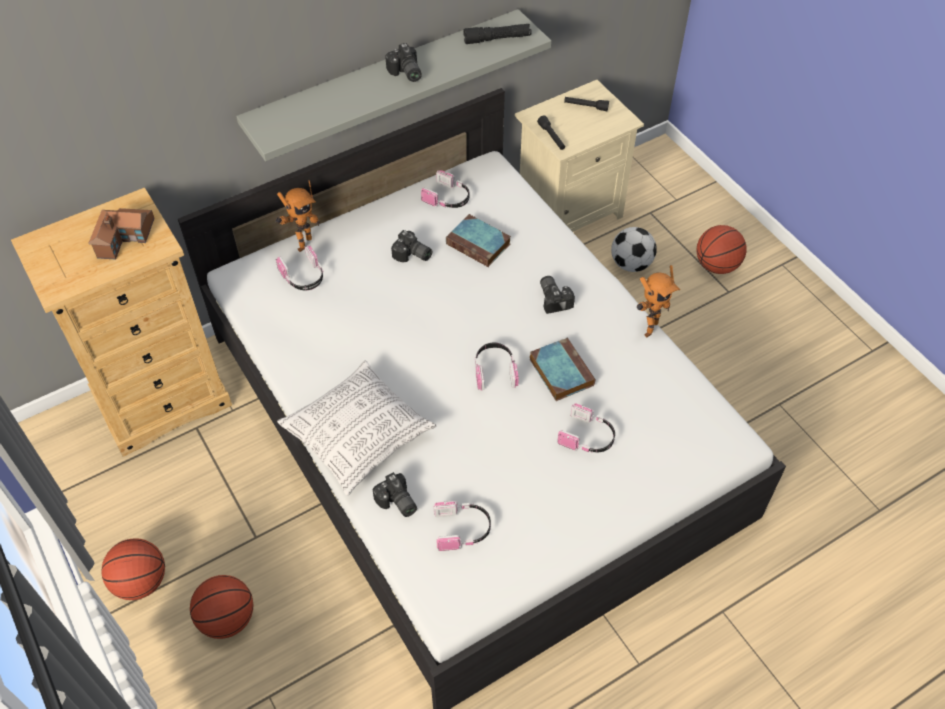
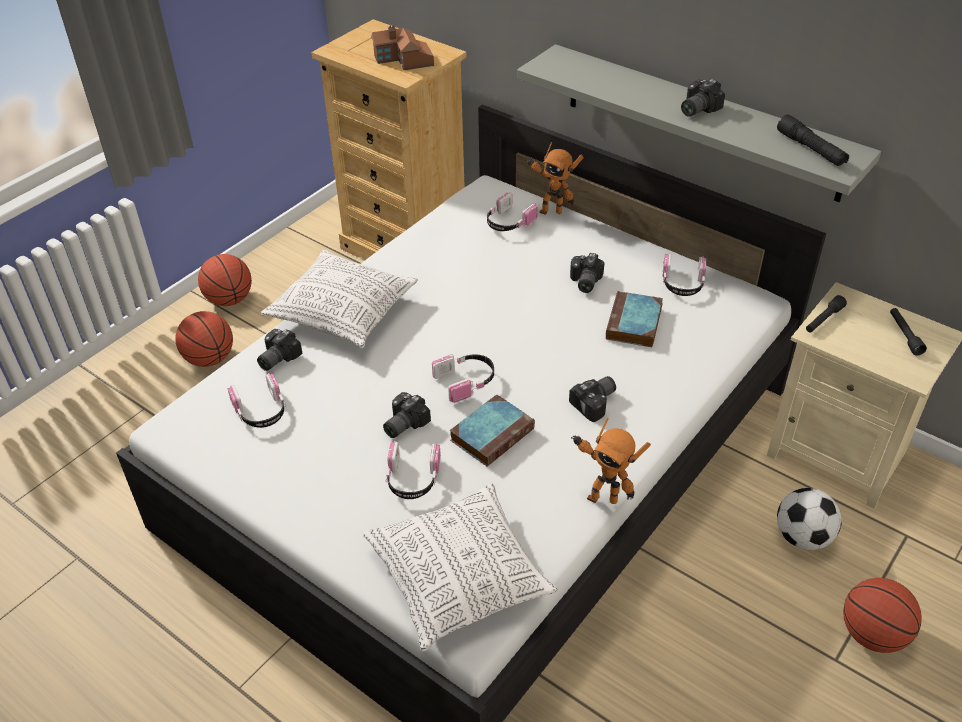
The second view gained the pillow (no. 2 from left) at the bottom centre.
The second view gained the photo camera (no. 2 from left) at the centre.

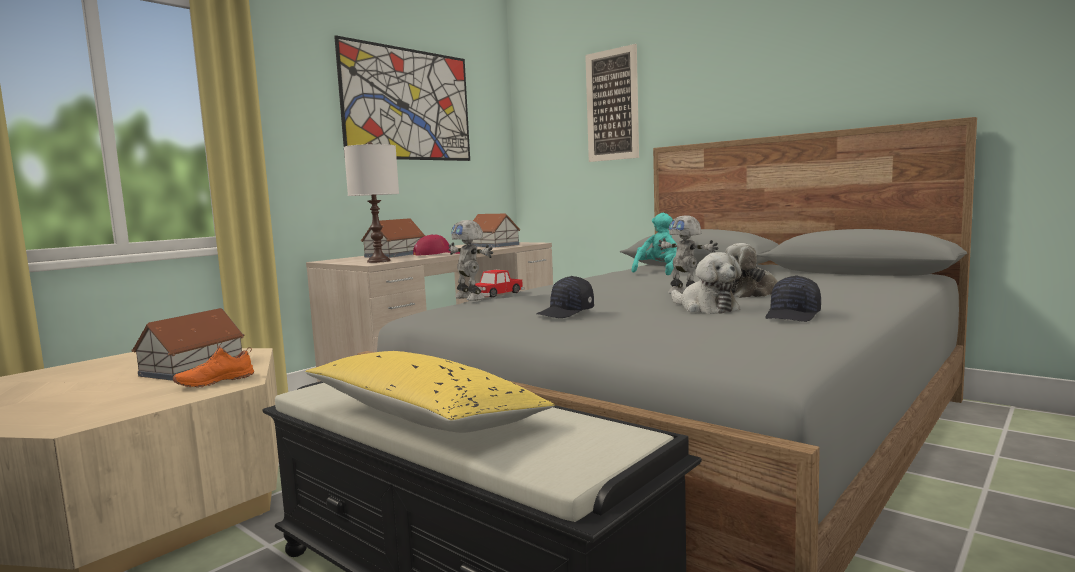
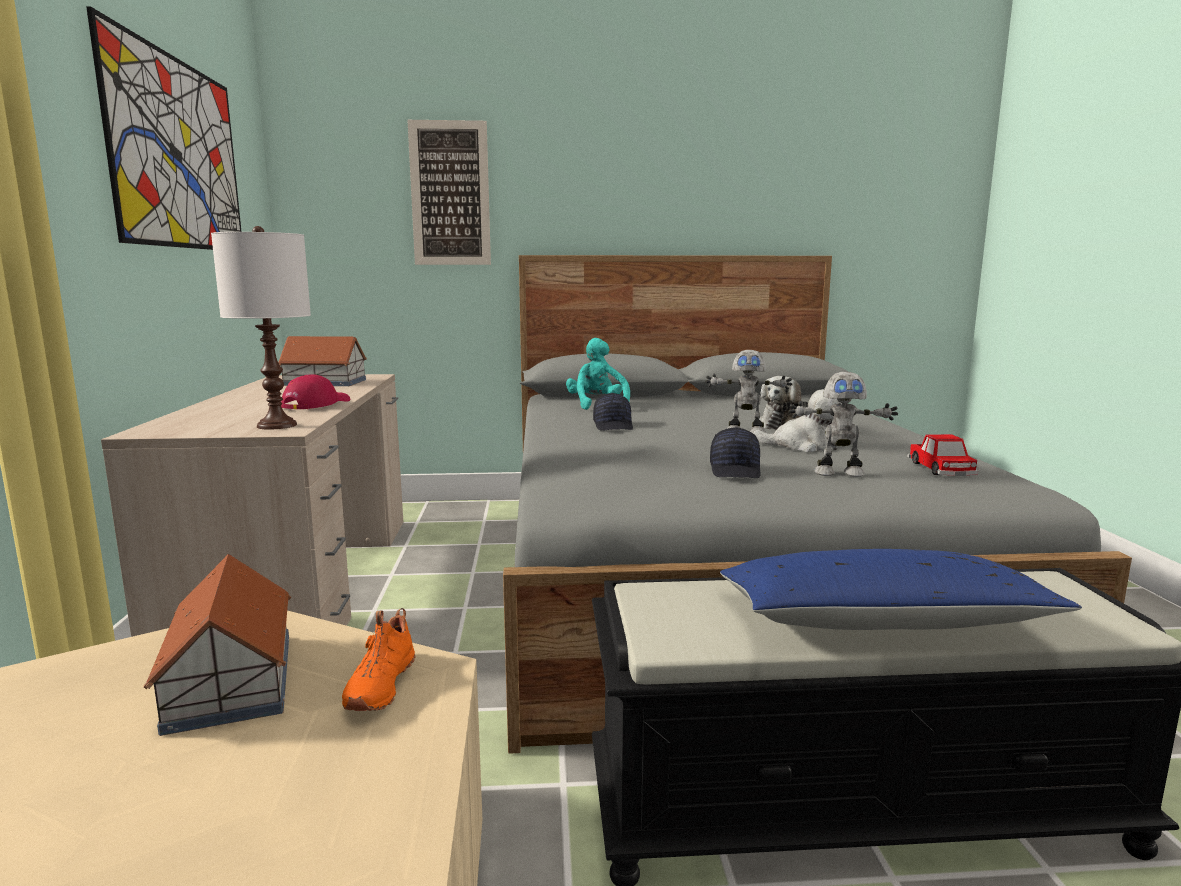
The second view lost the toy house (no. 2 from left) at the centre.
The toy robot (no. 1 from left in the first image) ended up elsewhere, having gone from the centre to the middle right.
The toy car ended up elsewhere, having gone from the centre to the middle right.
The black cap (no. 2 from left in the first image) ended up elsewhere, having gone from the middle right to the centre.
What was the yellow pillow at the bottom centre turned into the blue pillow at the middle right.

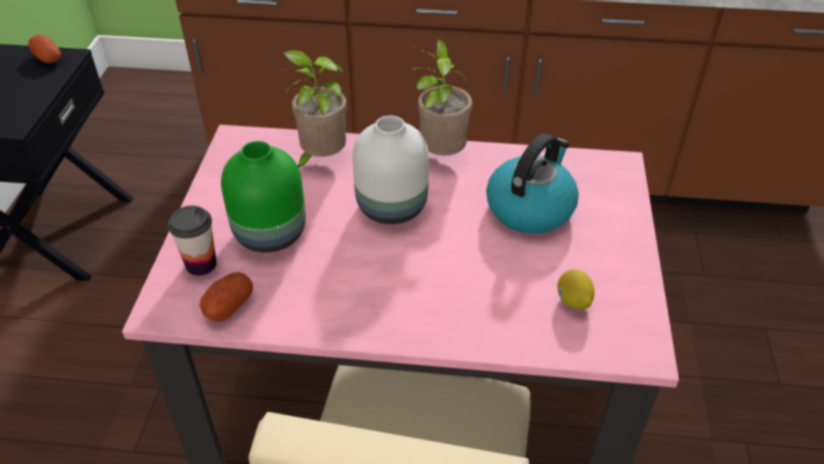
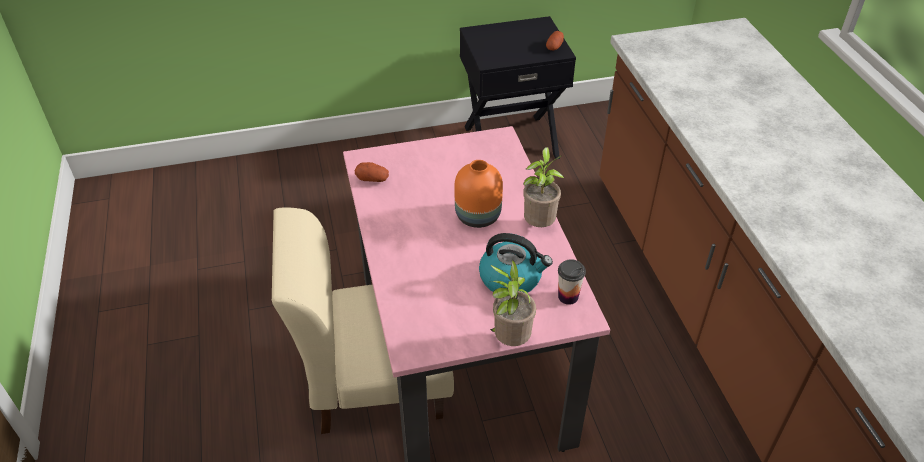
The second view lost the green vase at the middle left.
The second view lost the lemon at the middle right.
The cup ended up elsewhere, having gone from the middle left to the centre.
The potted plant (no. 1 from left) ended up elsewhere, having gone from the top centre to the centre.
What was the white vase at the centre turned into the orange vase at the centre.

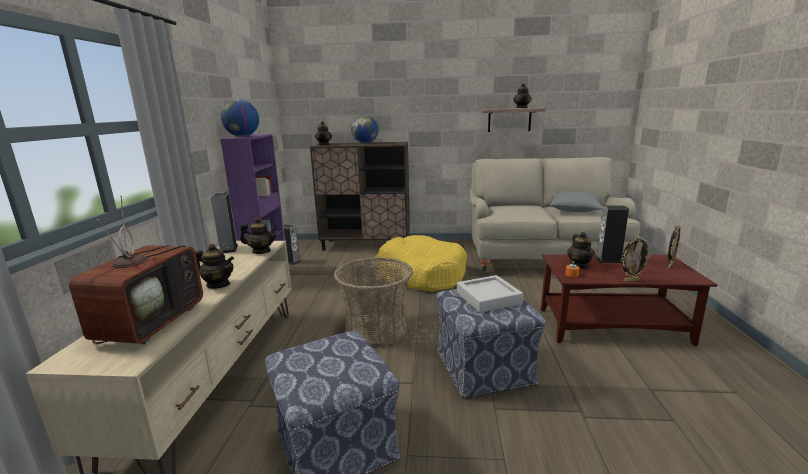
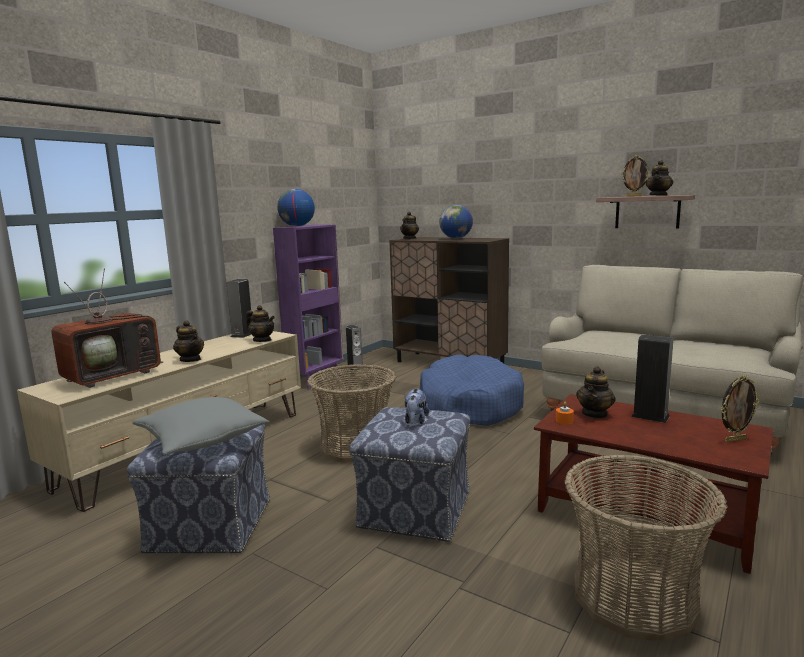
The second view gained the basket (no. 2 from left) at the bottom right.
The grey pillow ended up elsewhere, having gone from the middle right to the middle left.
The picture frame (no. 1 from left) ended up elsewhere, having gone from the middle right to the top right.
Where the grey tray stood at the centre, the plush toy came to stand at the centre.
What was the yellow dog bed at the centre turned into the blue dog bed at the centre.

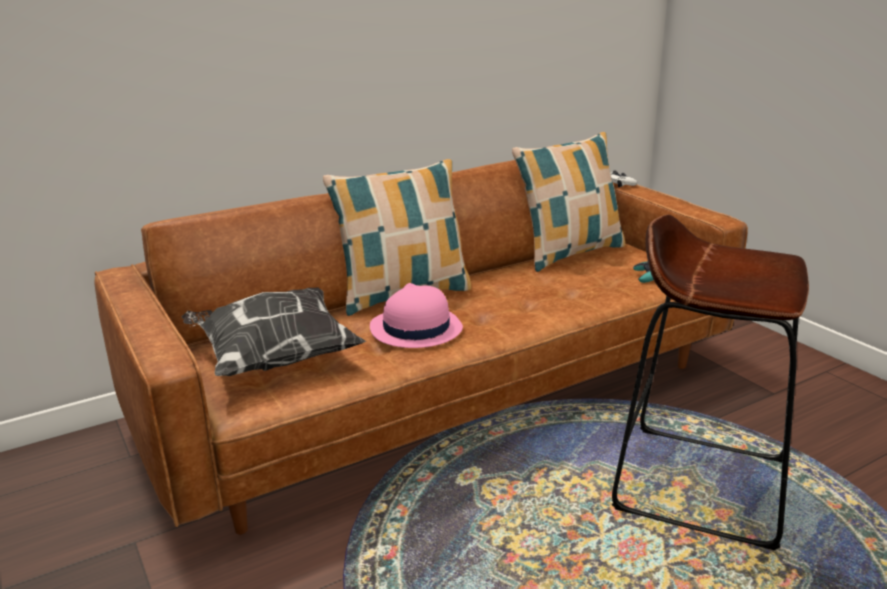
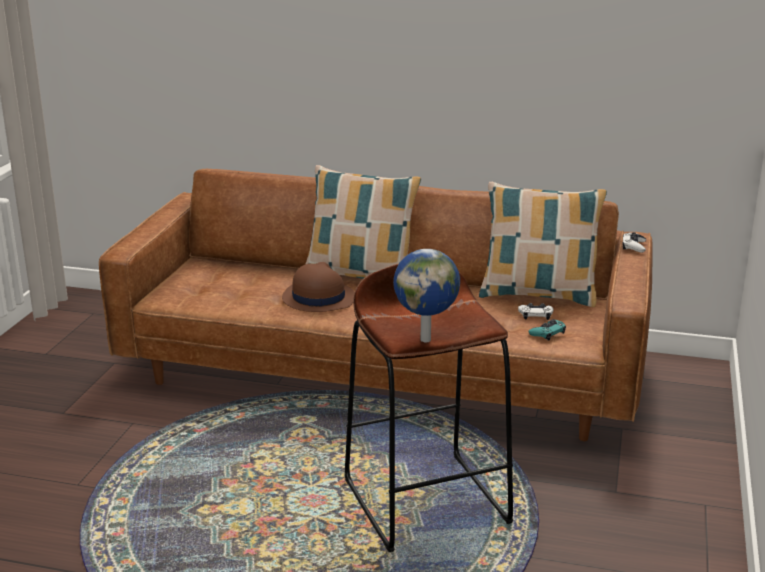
The second view lost the pillow (no. 1 from left) at the middle left.
The second view gained the globe at the centre.
The second view gained the white game controller (no. 1 from left) at the middle right.
What was the pink hat at the centre turned into the brown hat at the centre.

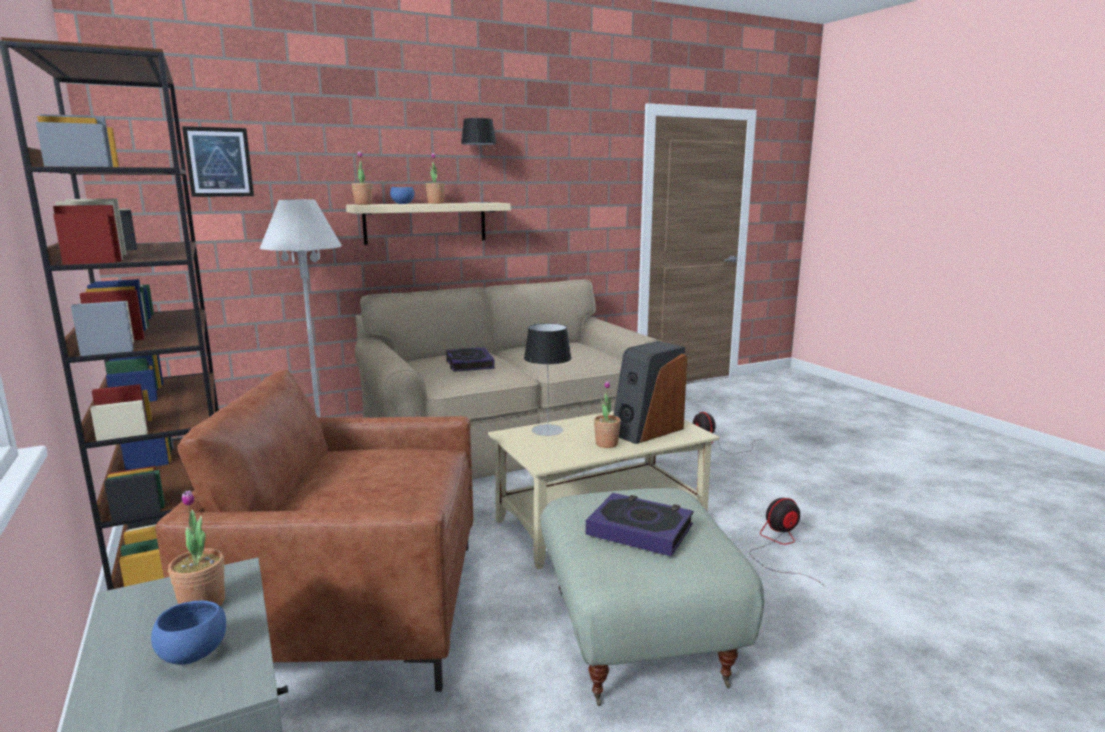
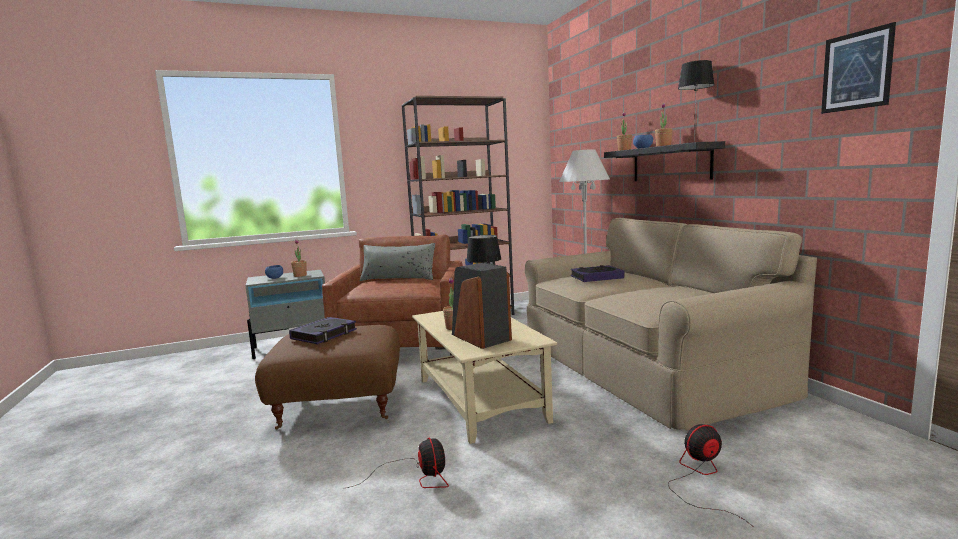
The second view gained the grey pillow at the centre.
The picture ended up elsewhere, having gone from the top left to the top right.
What was the beige shelf at the top centre turned into the black shelf at the top right.
What was the grey ottoman at the bottom centre turned into the brown ottoman at the bottom centre.

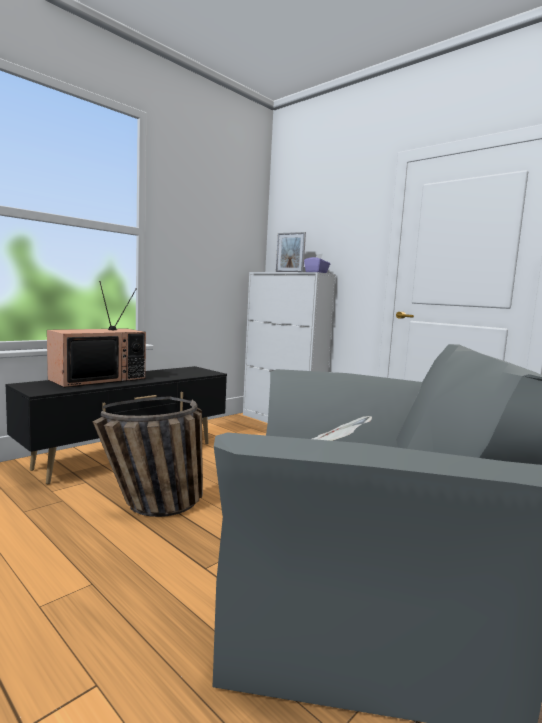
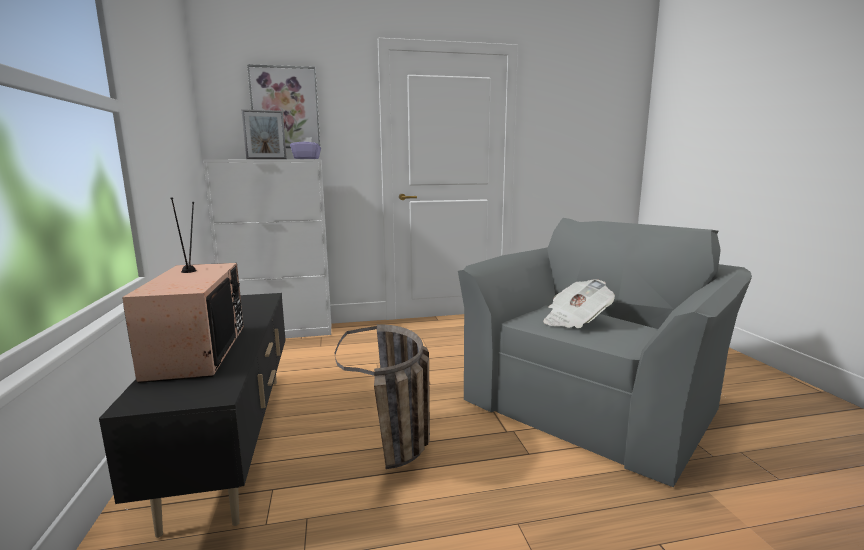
The second view gained the picture at the top left.

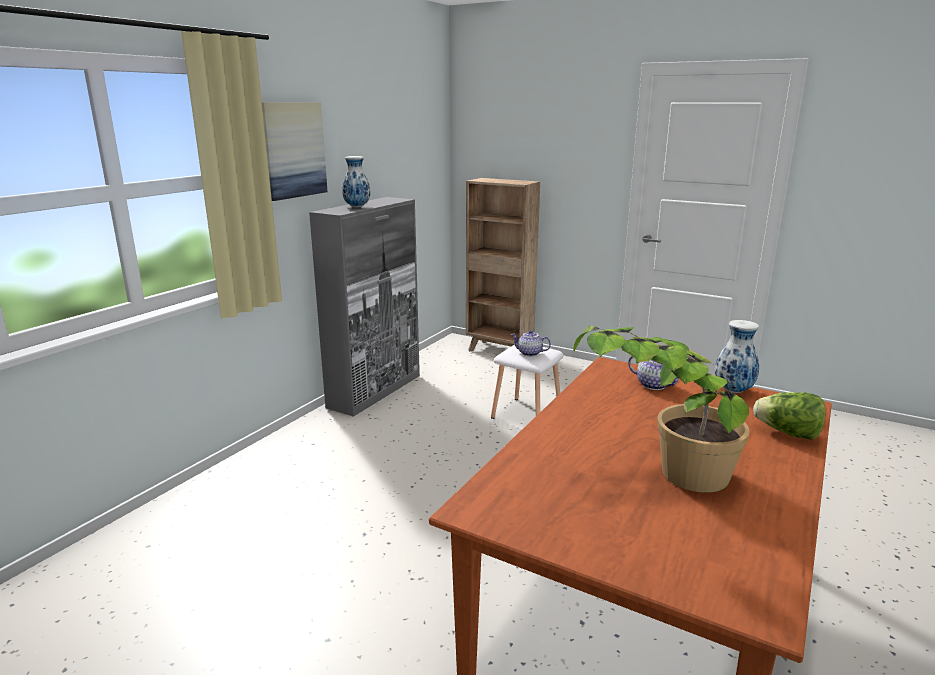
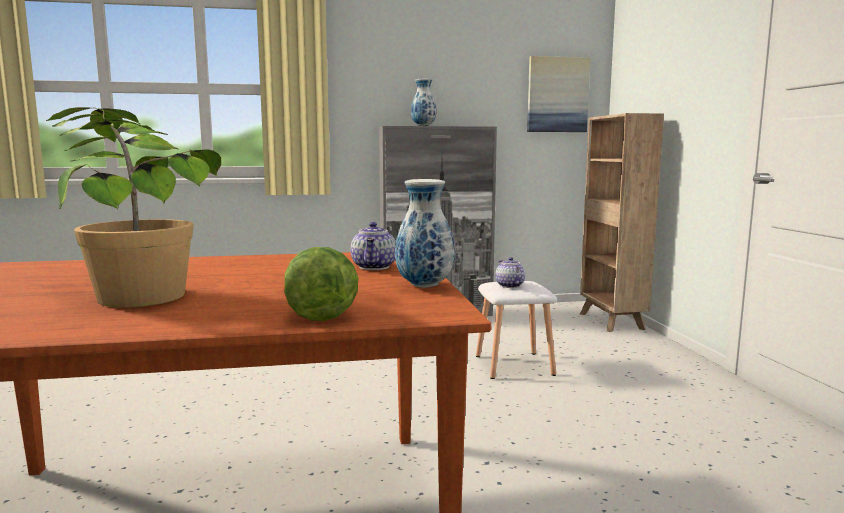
The picture ended up elsewhere, having gone from the top left to the top centre.

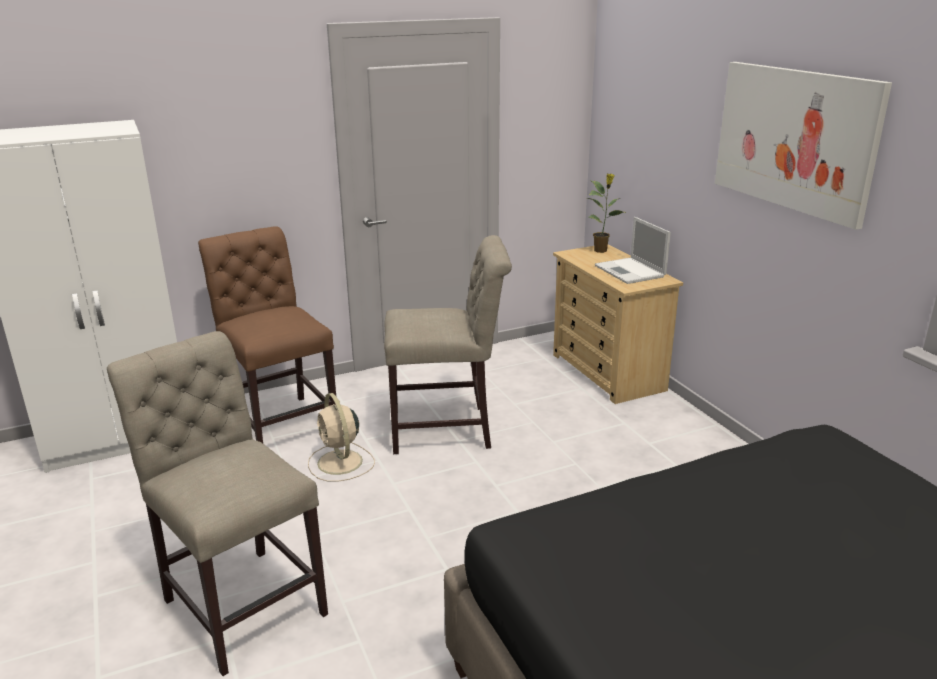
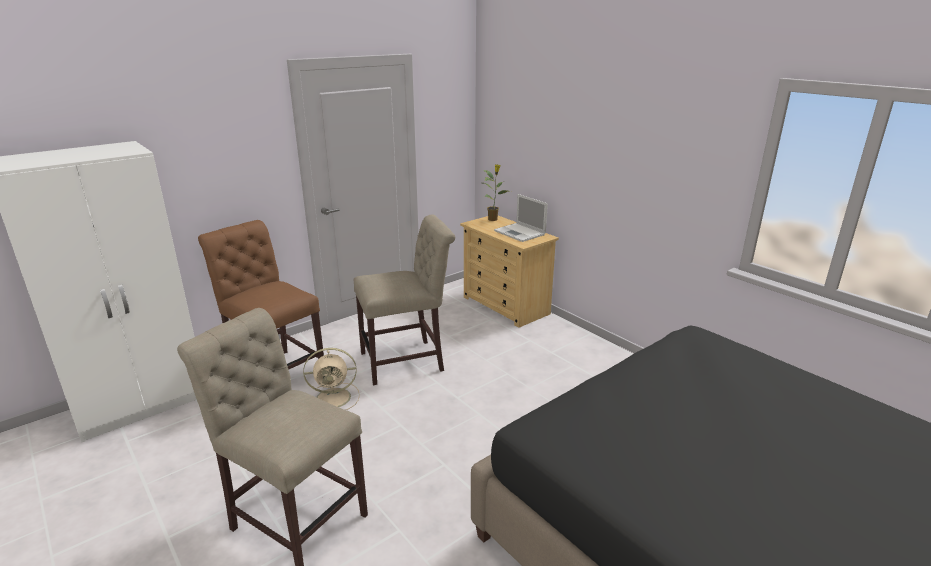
The second view lost the picture at the top right.
The beige fan at the centre ended up facing another way, 60 degrees counterclockwise from before.

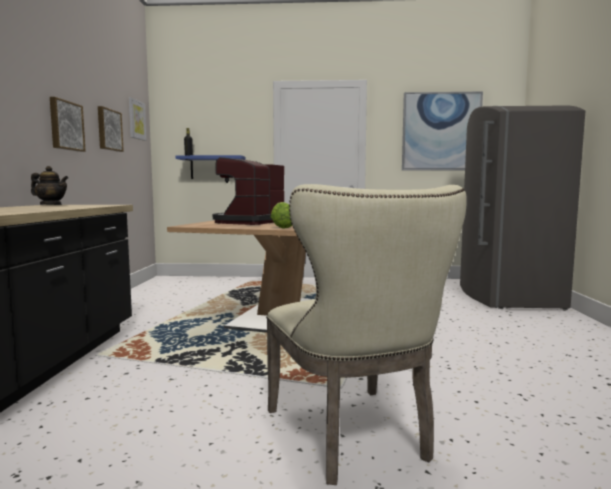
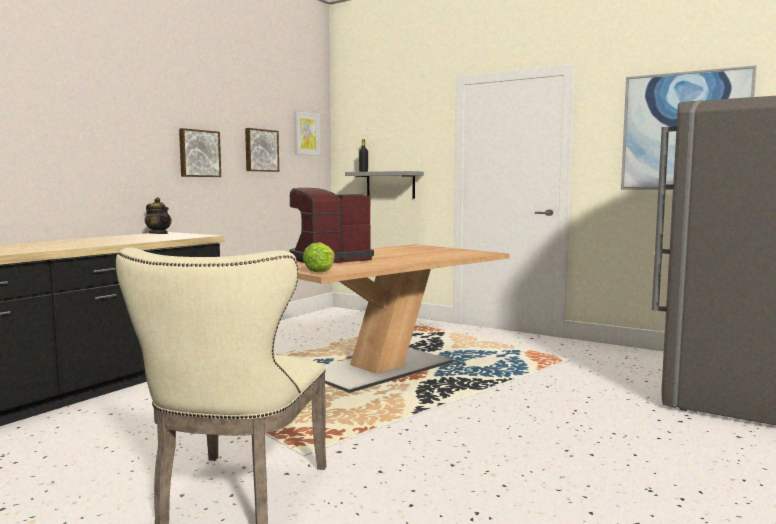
What was the blue shelf at the centre turned into the grey shelf at the centre.

